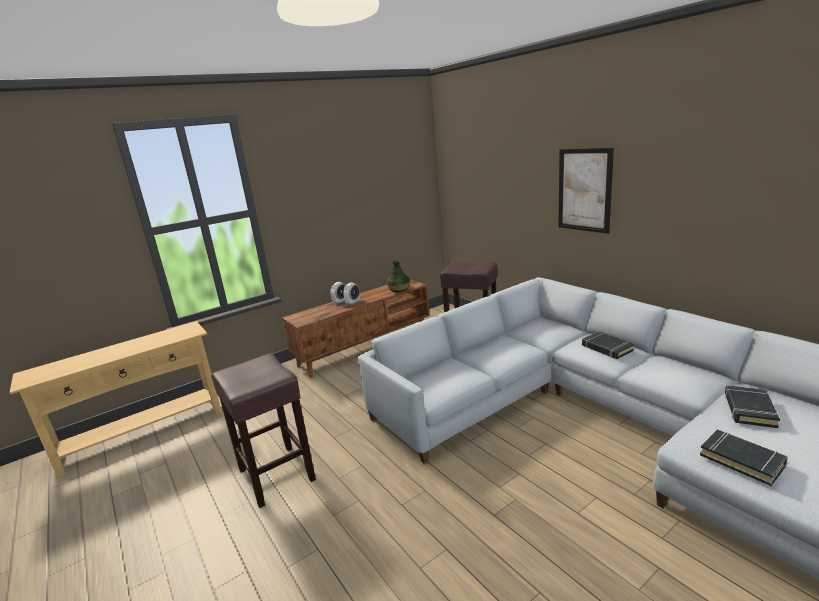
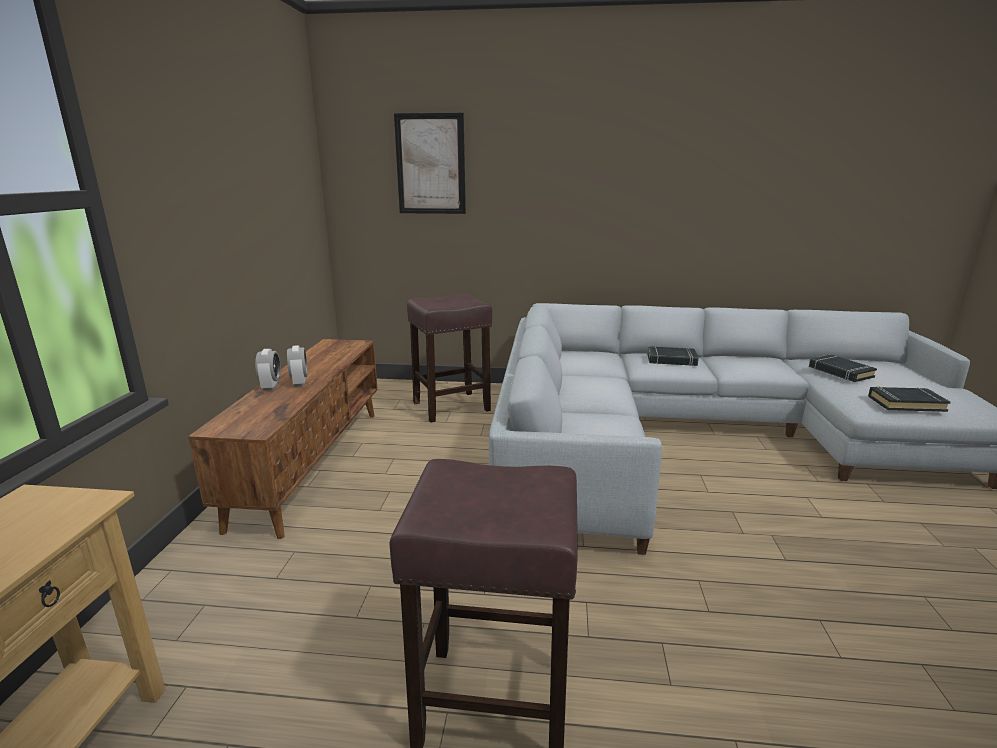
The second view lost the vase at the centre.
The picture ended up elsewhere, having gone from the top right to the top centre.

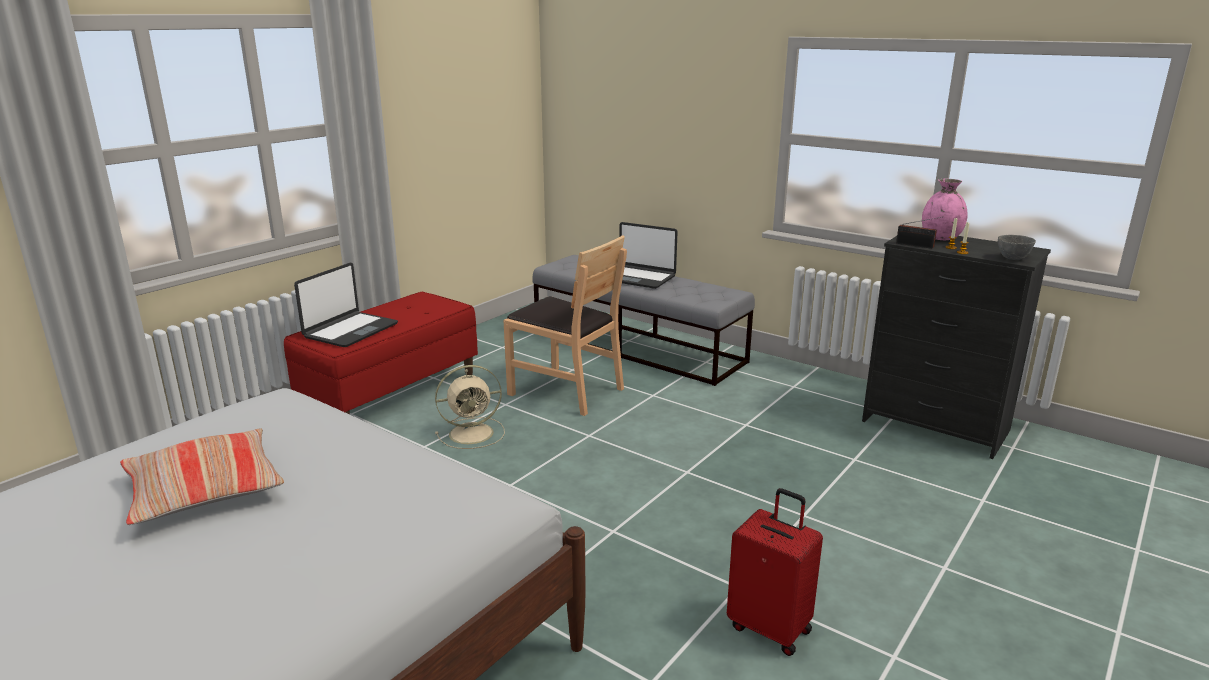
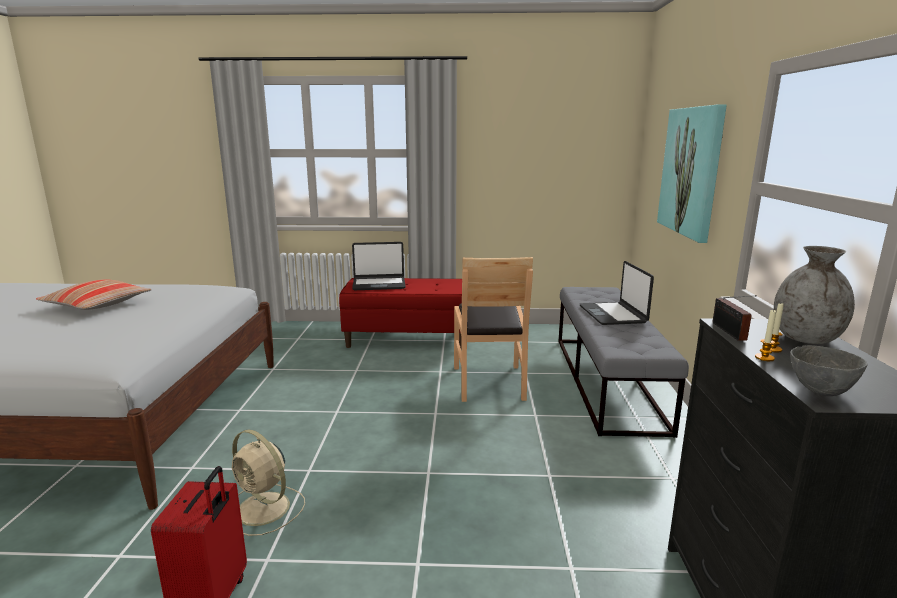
The second view gained the picture at the top right.
The beige fan ended up elsewhere, having gone from the centre to the bottom left.
What was the pink vase at the top right turned into the grey vase at the middle right.

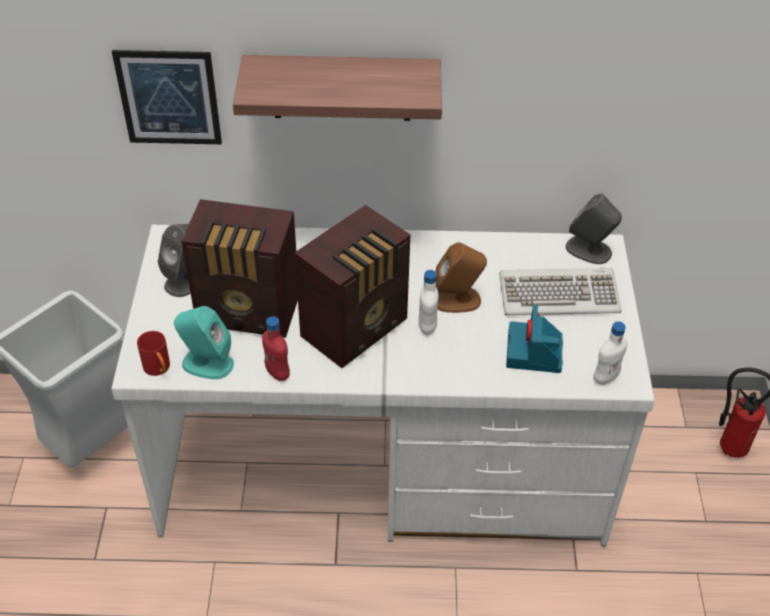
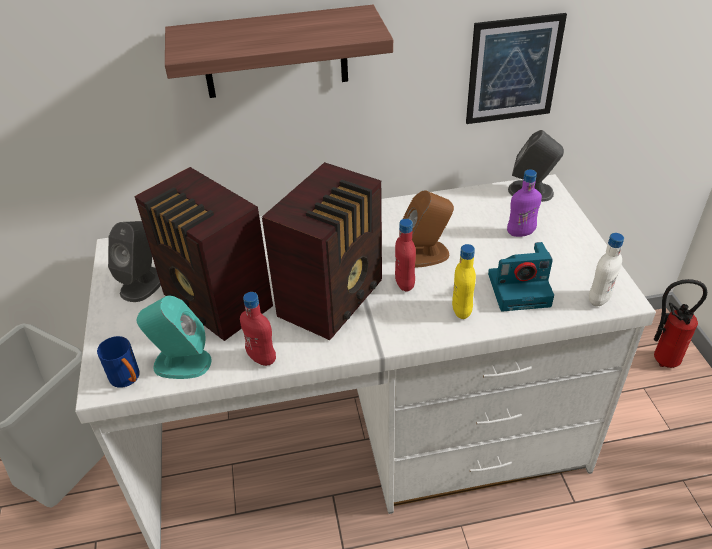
The second view gained the yellow bottle at the centre.
The picture ended up elsewhere, having gone from the top left to the top right.
Where the keyboard stood at the middle right, the purple bottle came to stand at the middle right.
What was the red mug at the middle left turned into the blue mug at the middle left.
What was the white bottle (no. 1 from left) at the centre turned into the red bottle (no. 2 from left) at the centre.
The radio (no. 1 from left) at the middle left ended up facing another way, 45 degrees clockwise from before.
The photo camera at the middle right ended up facing another way, 90 degrees counterclockwise from before.

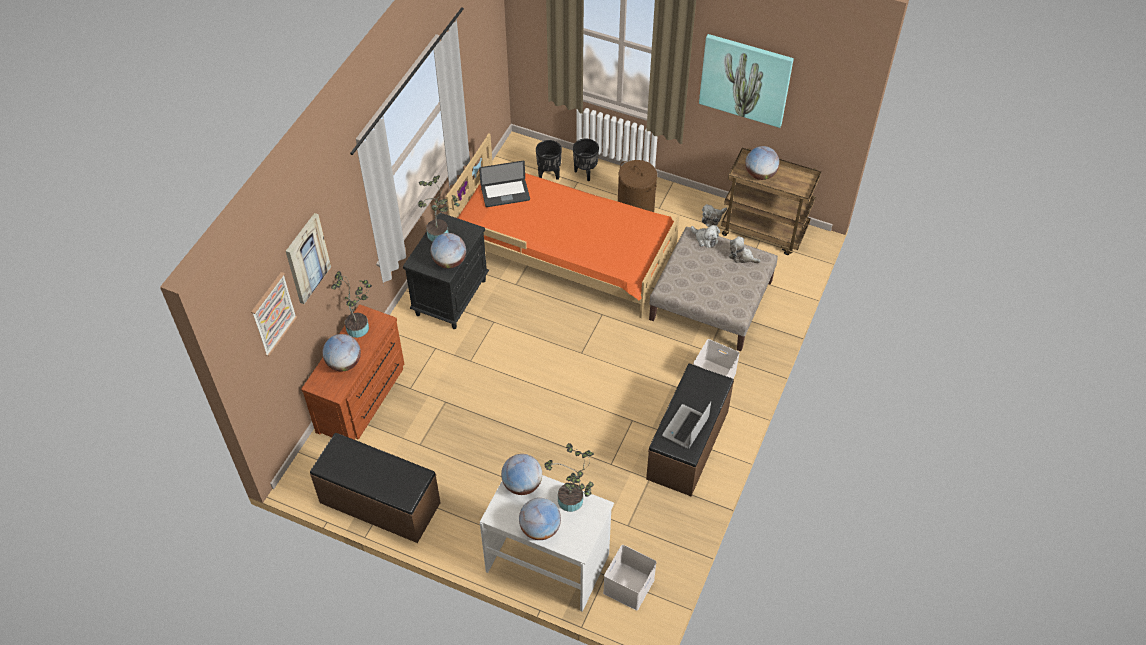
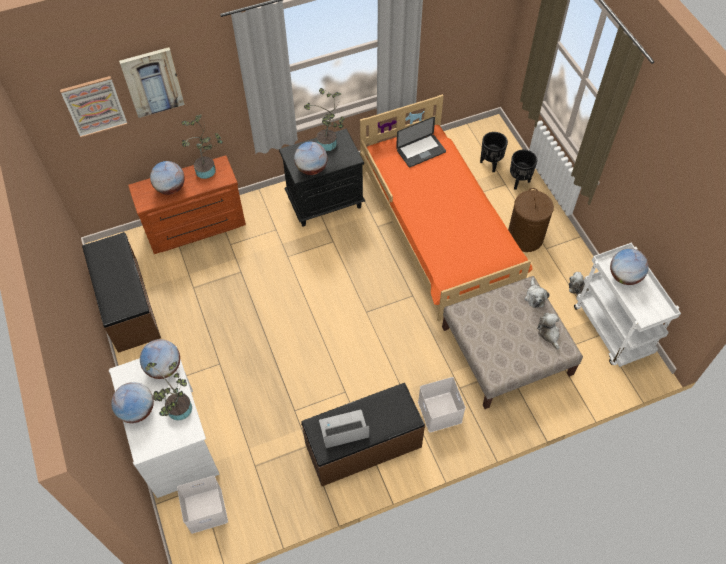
The second view lost the picture (no. 3 from left) at the top centre.
What was the brown cart at the top right turned into the white cart at the middle right.
The laptop (no. 1 from left in the first image) at the top centre ended up facing another way, 60 degrees counterclockwise from before.

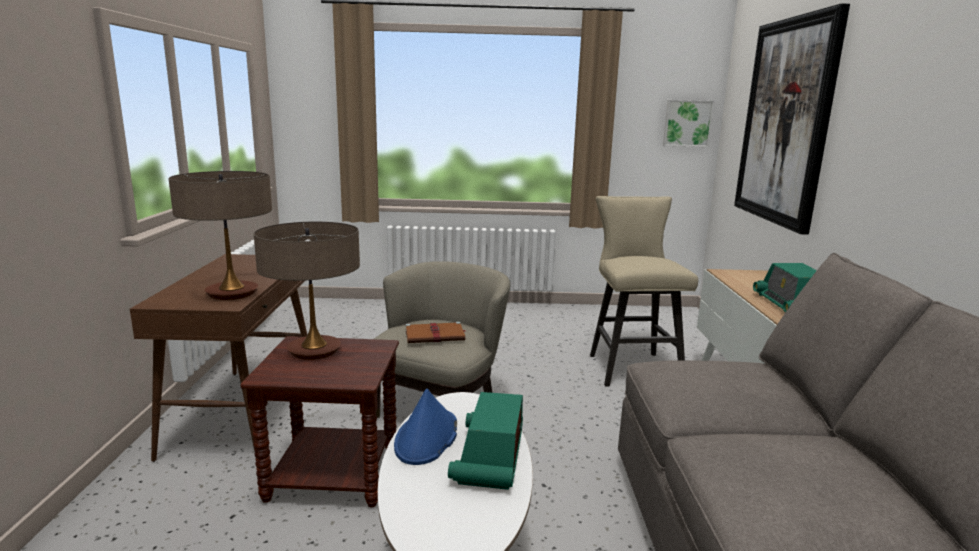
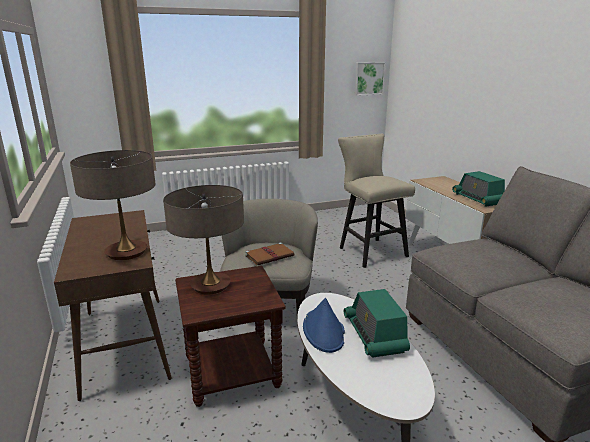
The second view lost the picture (no. 2 from left) at the top right.

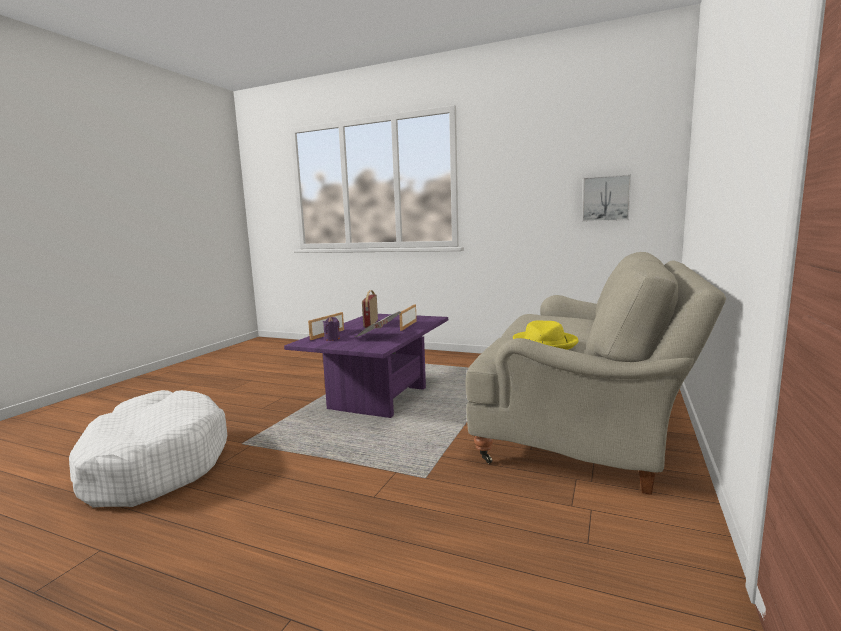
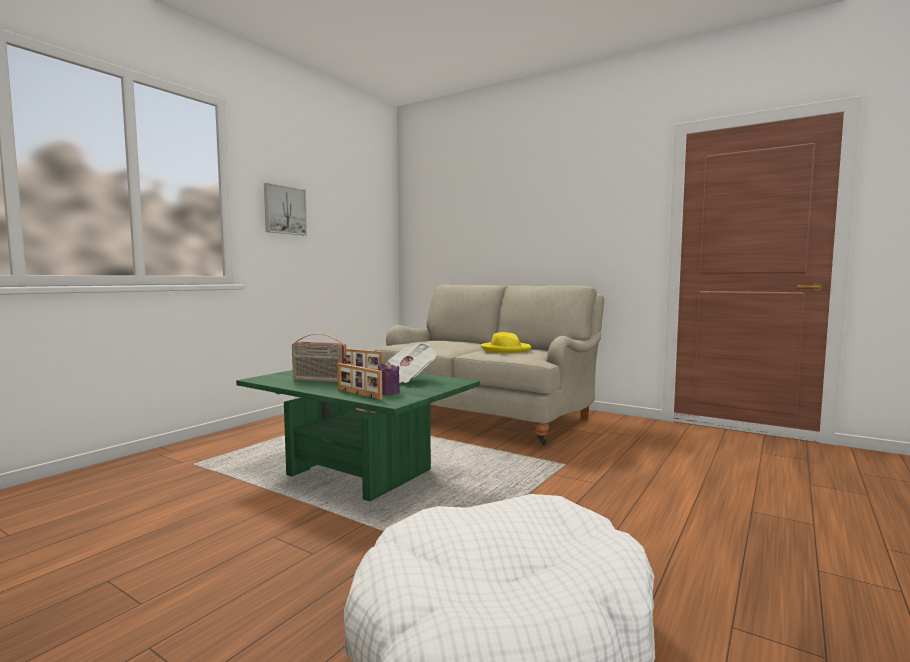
The picture ended up elsewhere, having gone from the top right to the top left.
What was the purple coffee table at the centre turned into the green coffee table at the centre.

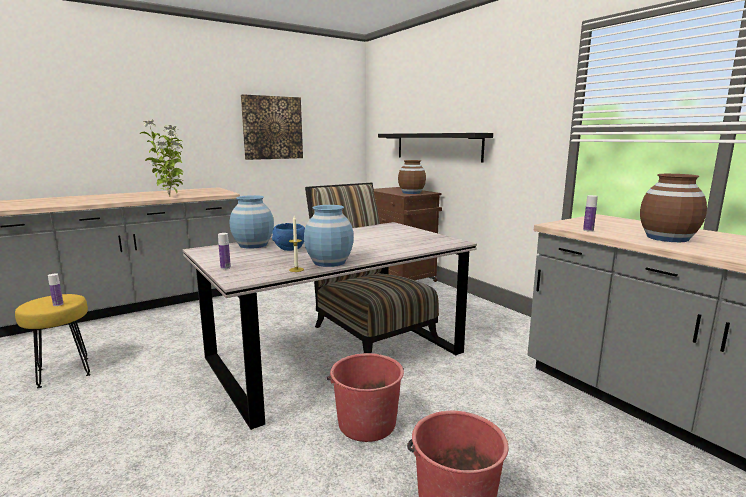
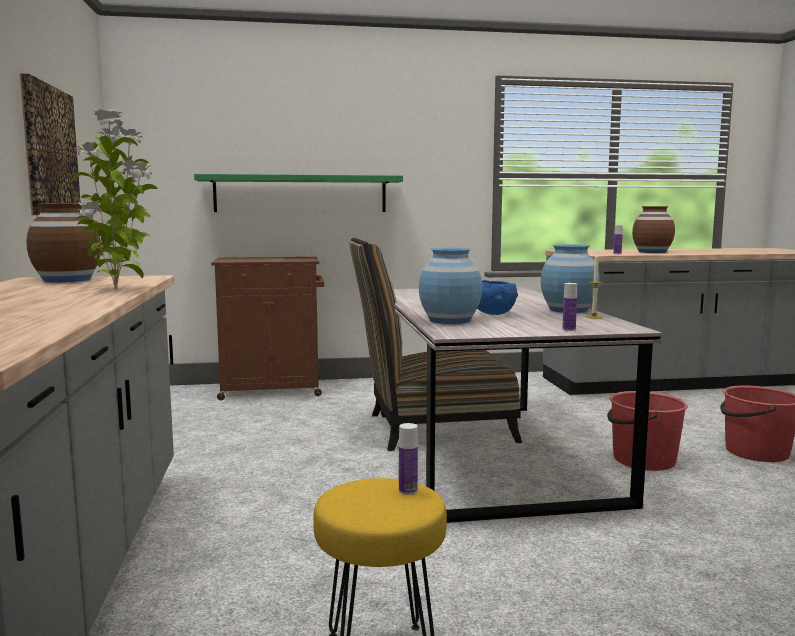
The brown vase (no. 1 from left) ended up elsewhere, having gone from the centre to the middle left.
What was the black shelf at the top centre turned into the green shelf at the top centre.

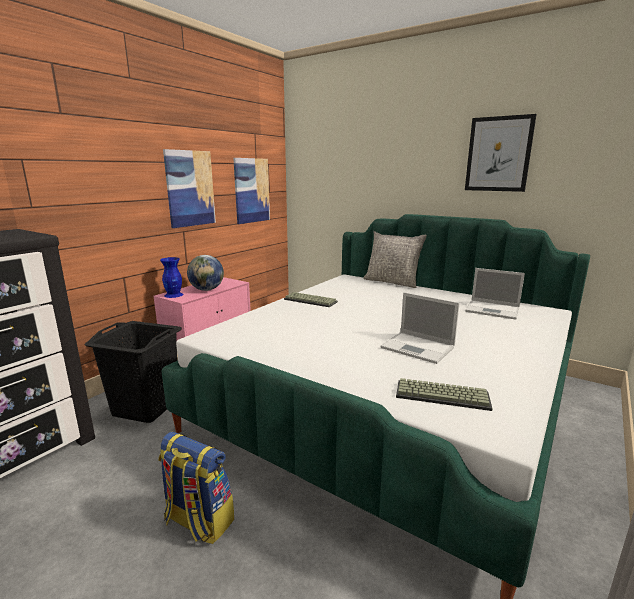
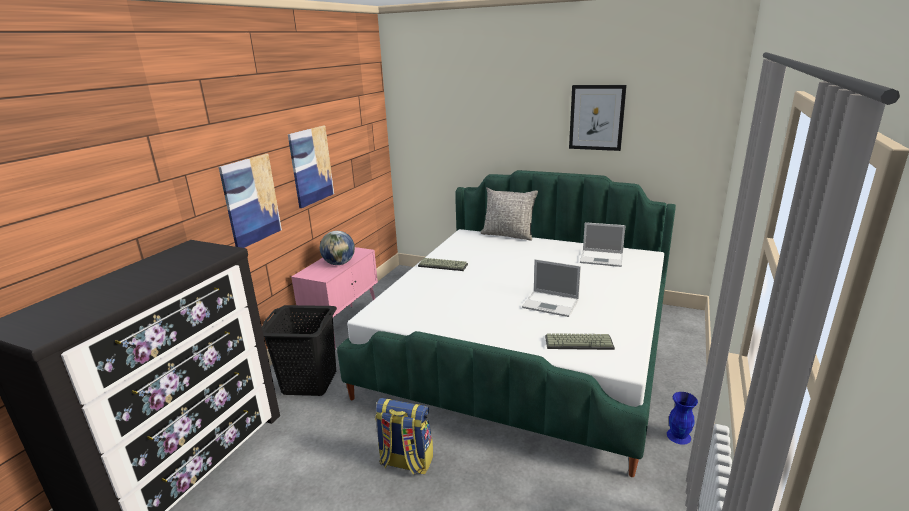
The blue vase ended up elsewhere, having gone from the middle left to the bottom right.
The picture (no. 2 from left in the first image) ended up elsewhere, having gone from the top centre to the middle left.

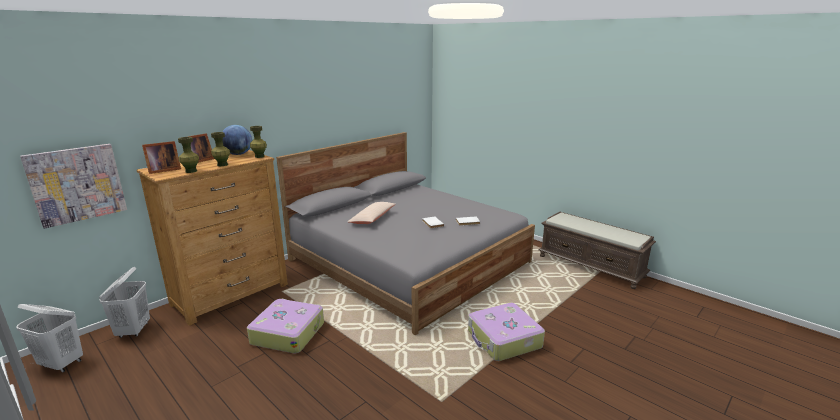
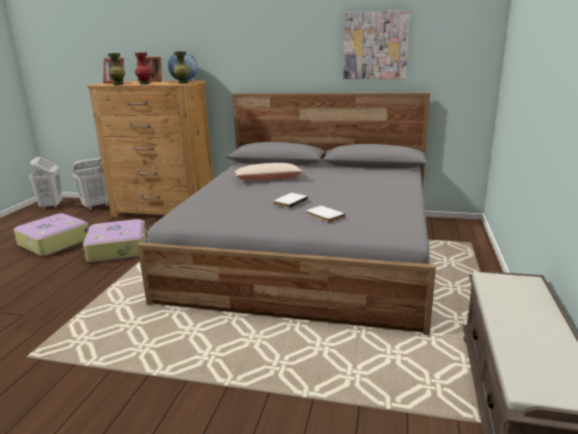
The picture ended up elsewhere, having gone from the middle left to the top centre.
The suitcase (no. 2 from left in the first image) ended up elsewhere, having gone from the bottom centre to the middle left.
What was the green vase (no. 2 from left) at the middle left turned into the red vase at the top left.

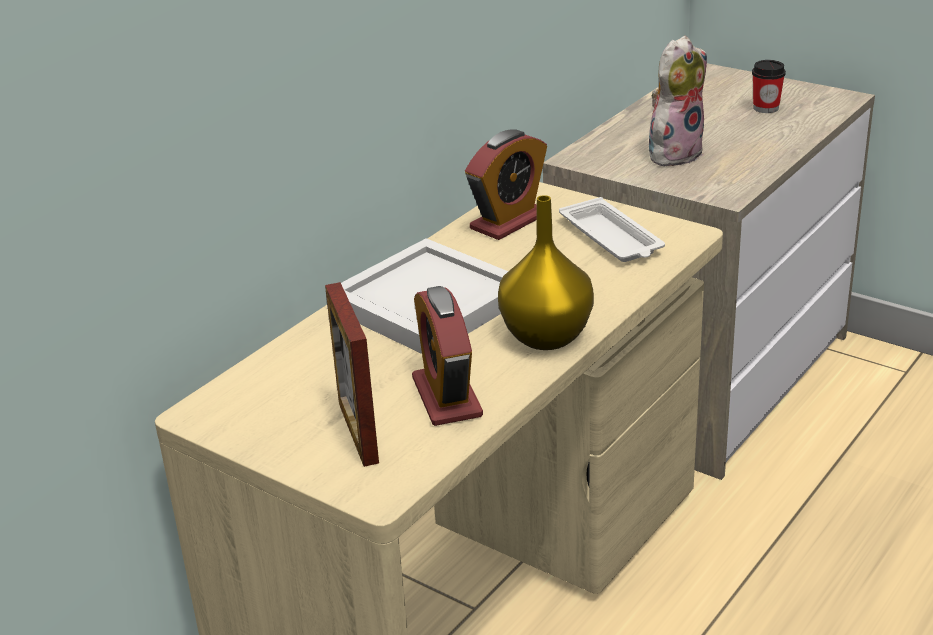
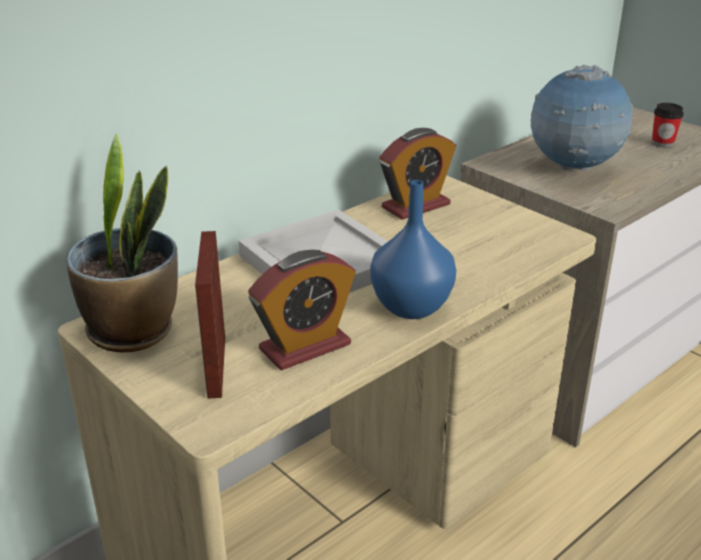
The second view lost the white tray (no. 2 from left) at the centre.
The second view gained the potted plant at the middle left.
Where the plush toy stood at the top right, the globe came to stand at the top right.
What was the yellow vase at the centre turned into the blue vase at the centre.
The alarm clock (no. 1 from left) at the centre ended up facing another way, 120 degrees counterclockwise from before.

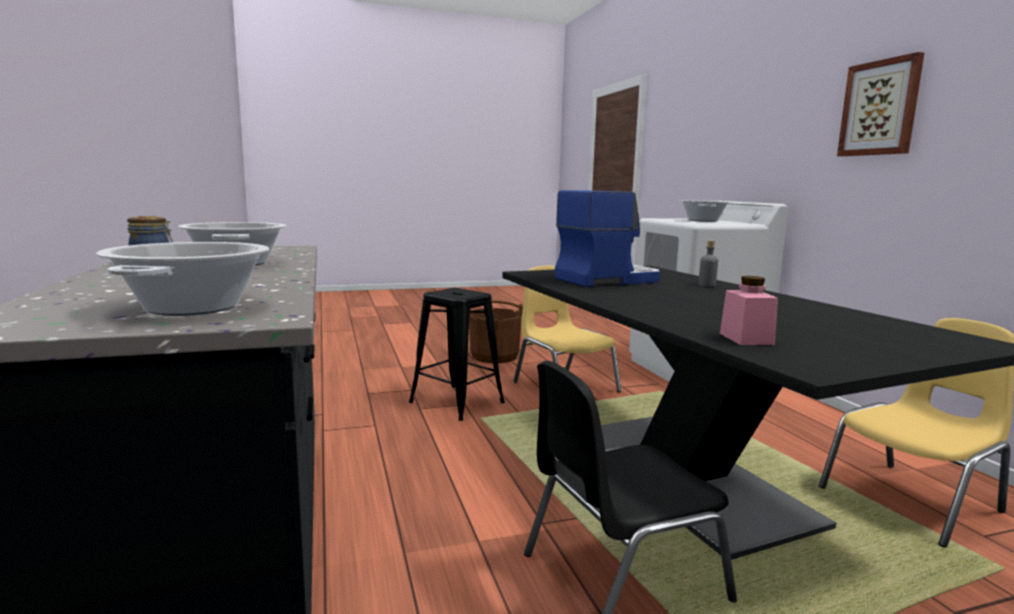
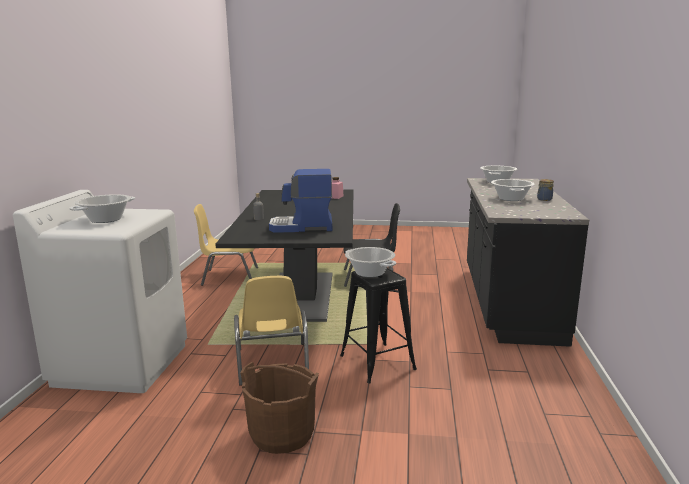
The second view lost the picture at the top right.
The second view gained the cooking pot (no. 2 from left) at the centre.

